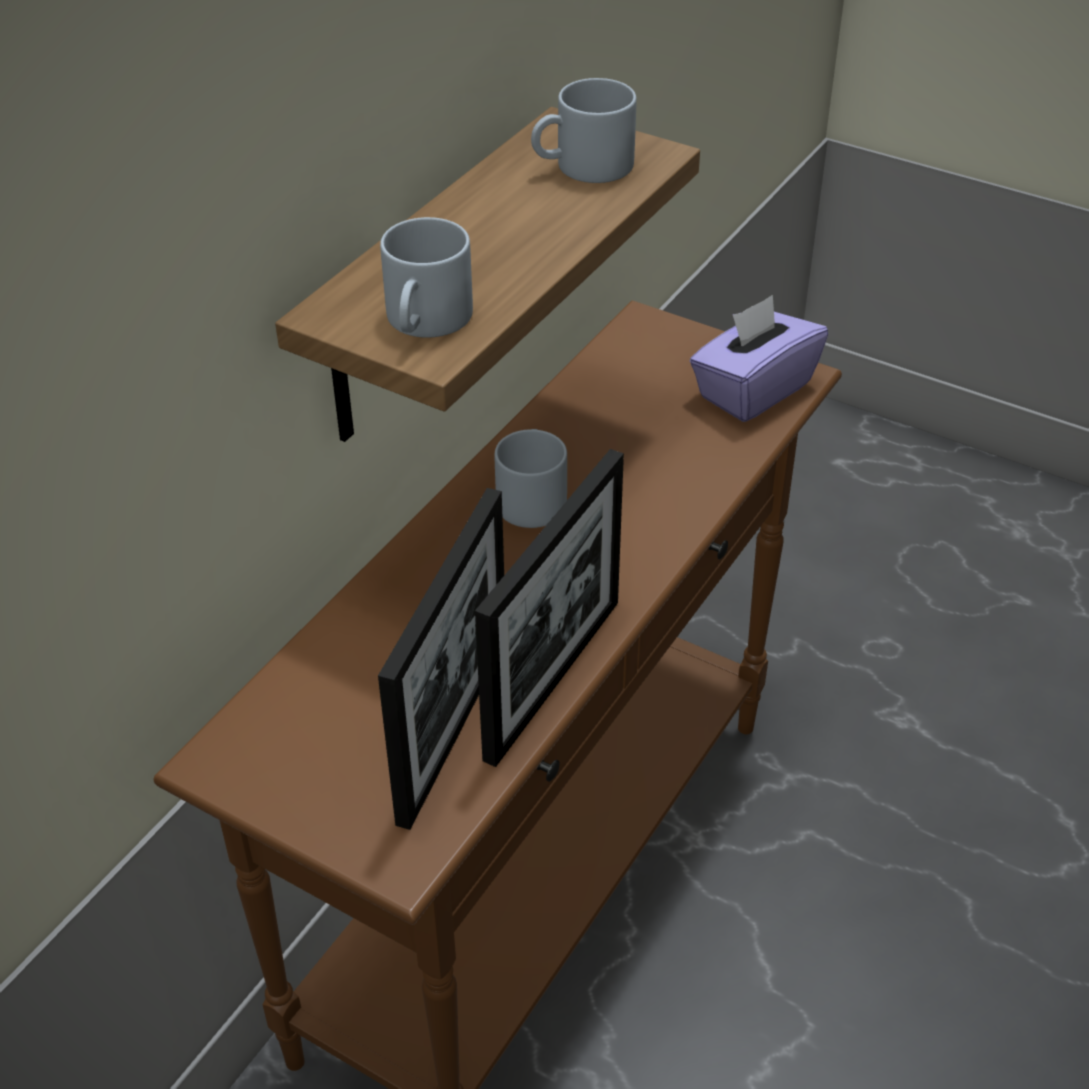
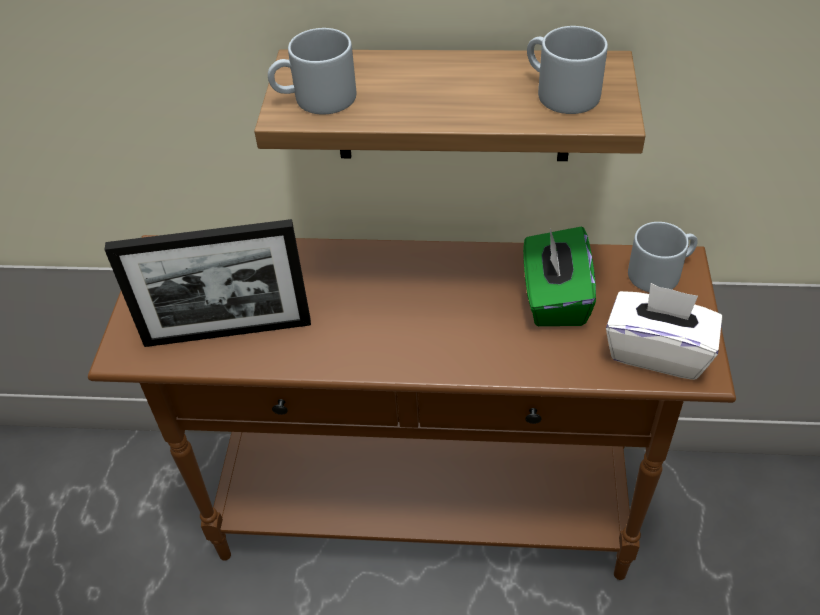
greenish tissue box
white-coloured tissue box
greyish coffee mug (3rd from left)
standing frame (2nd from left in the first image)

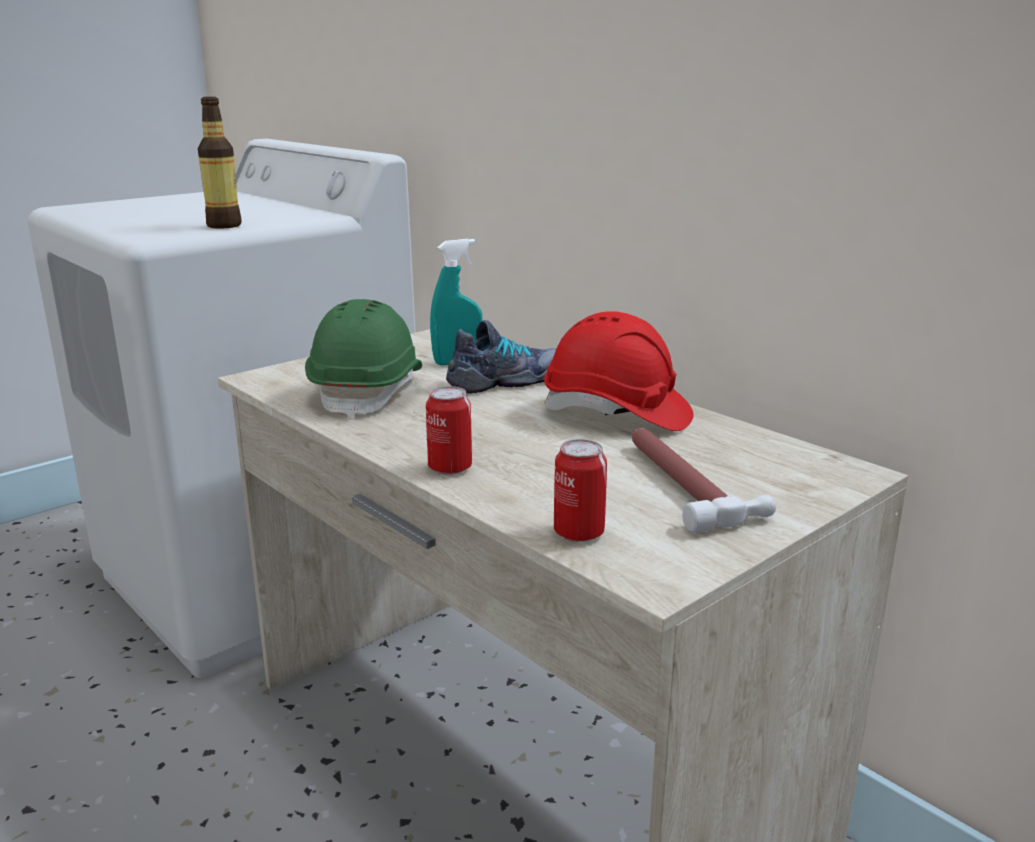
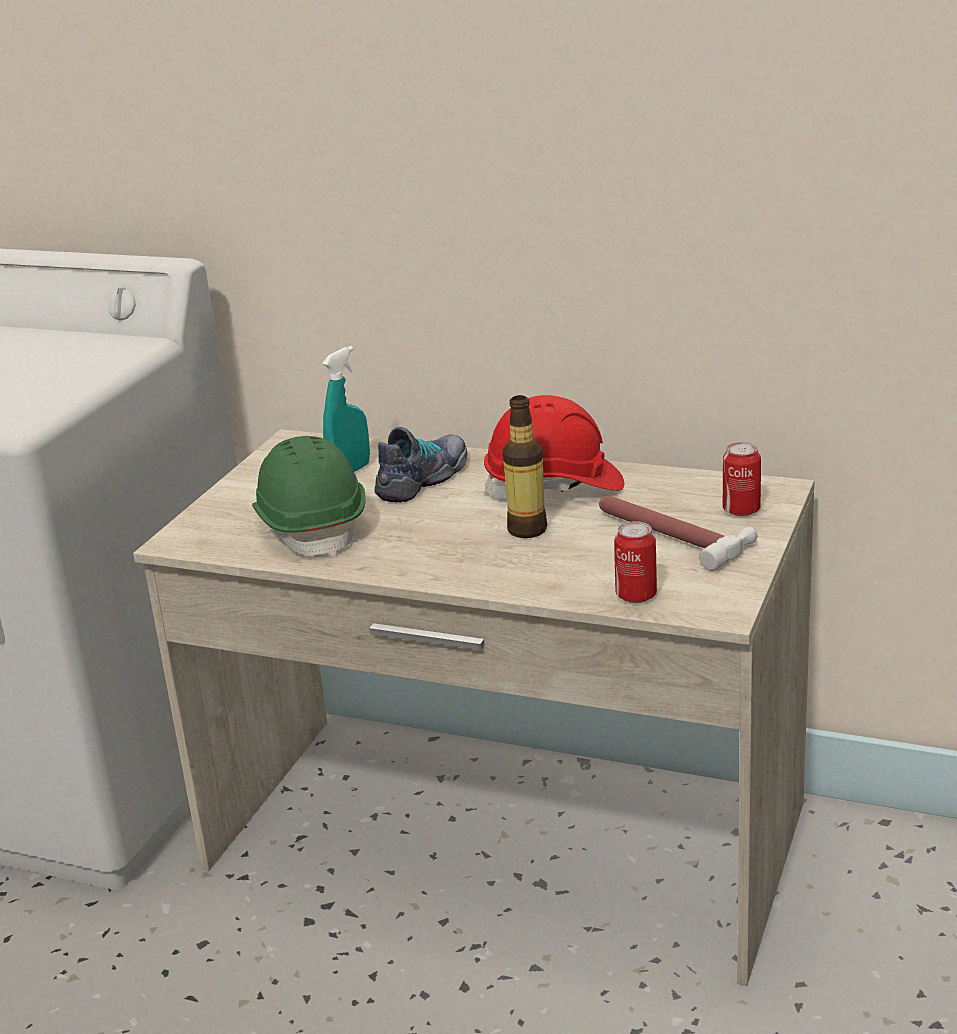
drink bottle
sealed can (2nd from left)

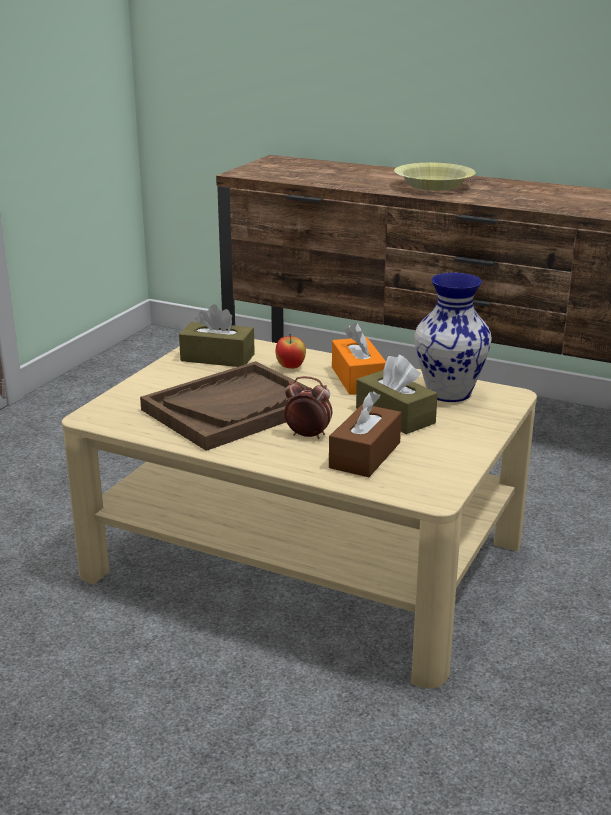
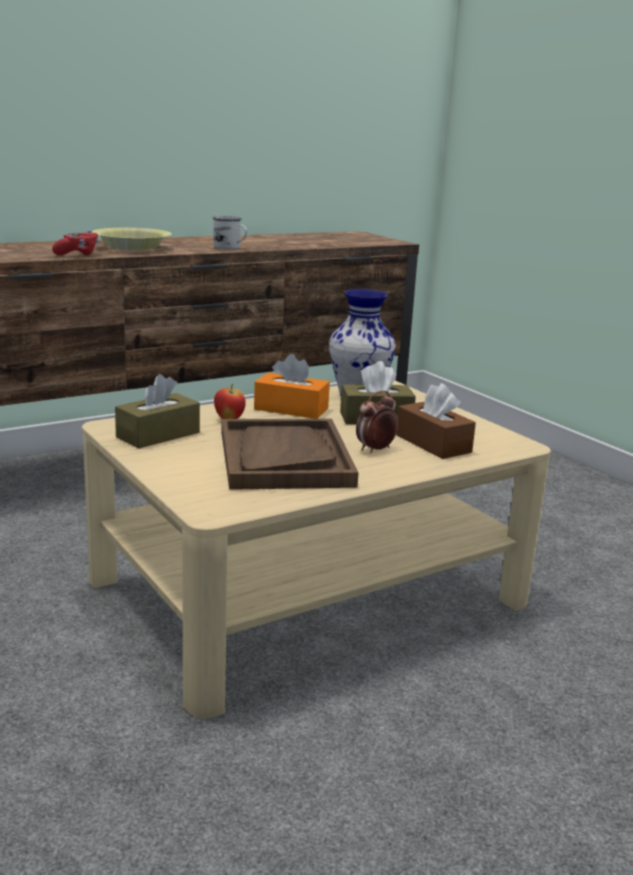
red game controller
white-coloured coffee mug

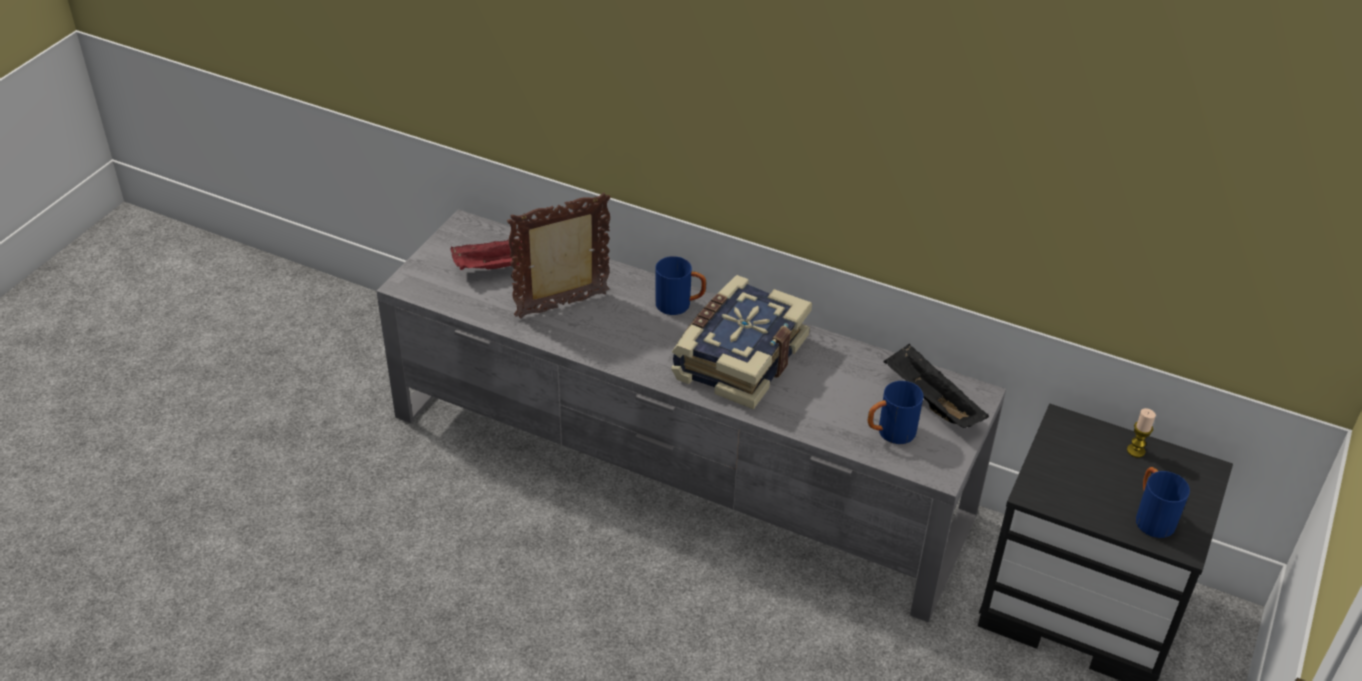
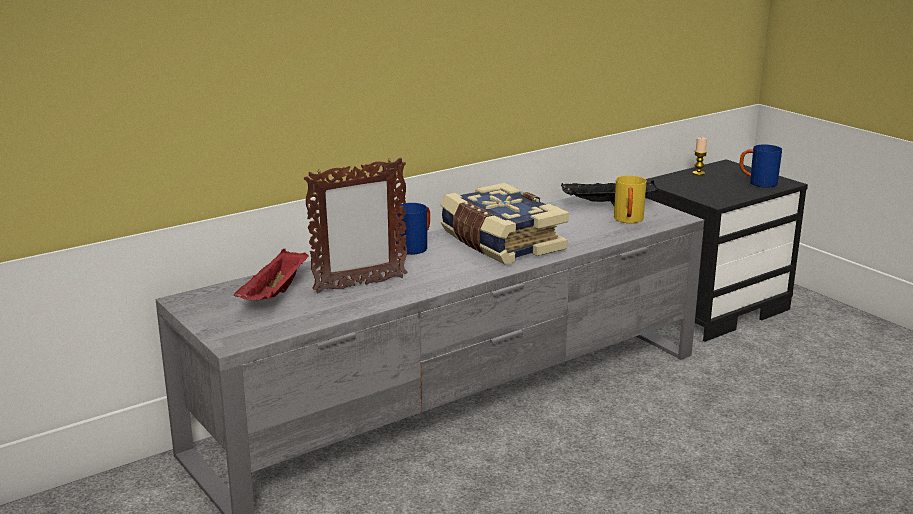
standing frame
yellow coffee mug

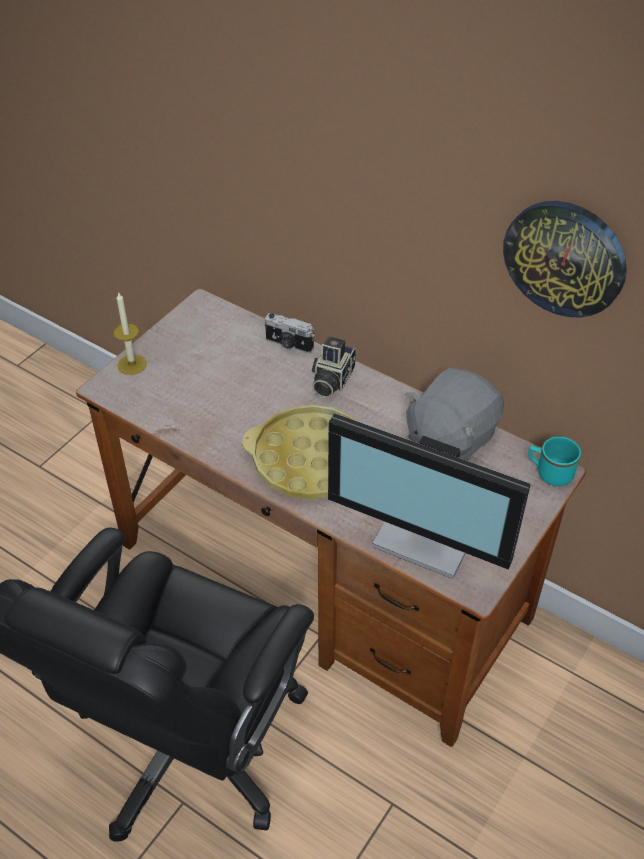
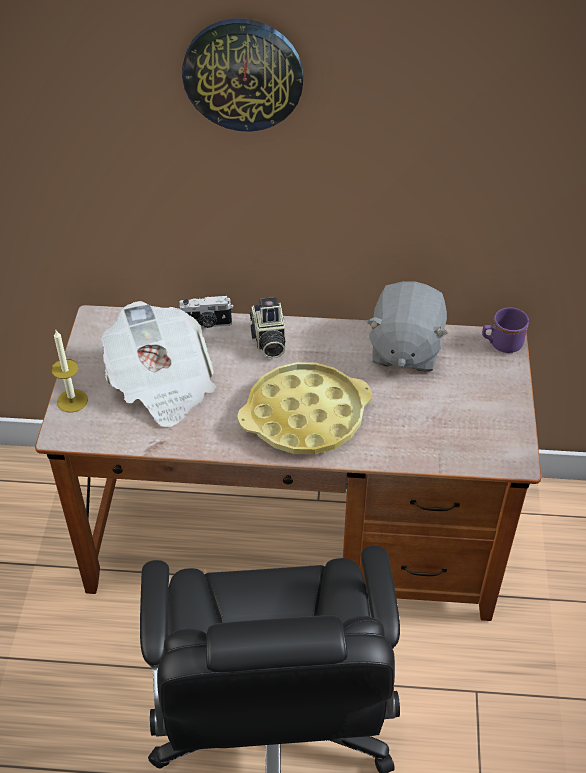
printed paper
hanging clock
purplish coffee mug
computer screen

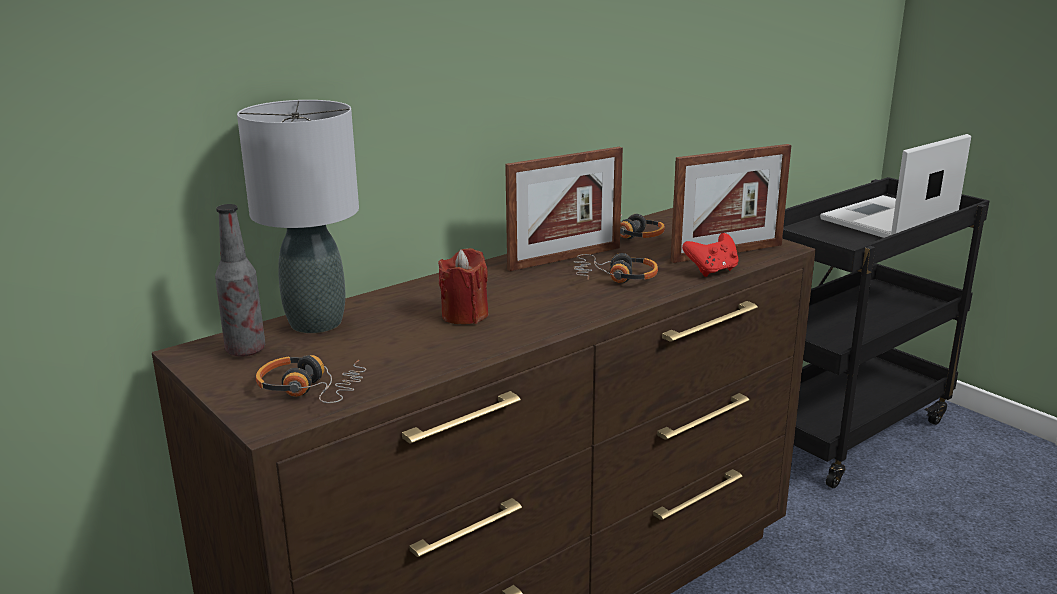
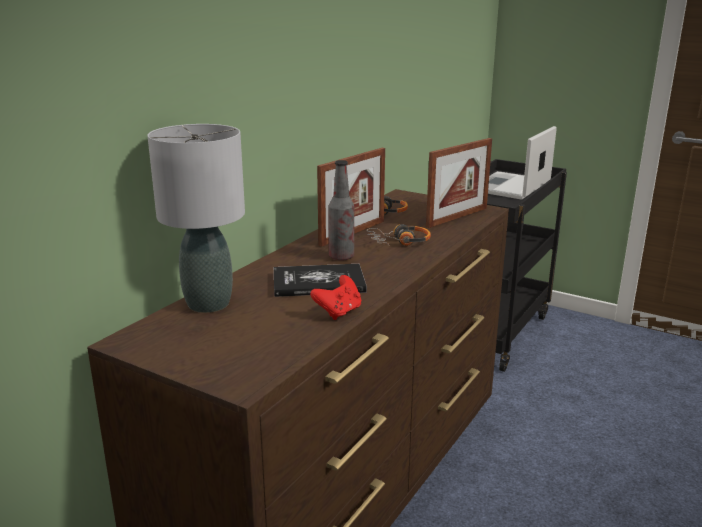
volume
red game controller
drink bottle
headphones (1st from left in the first image)

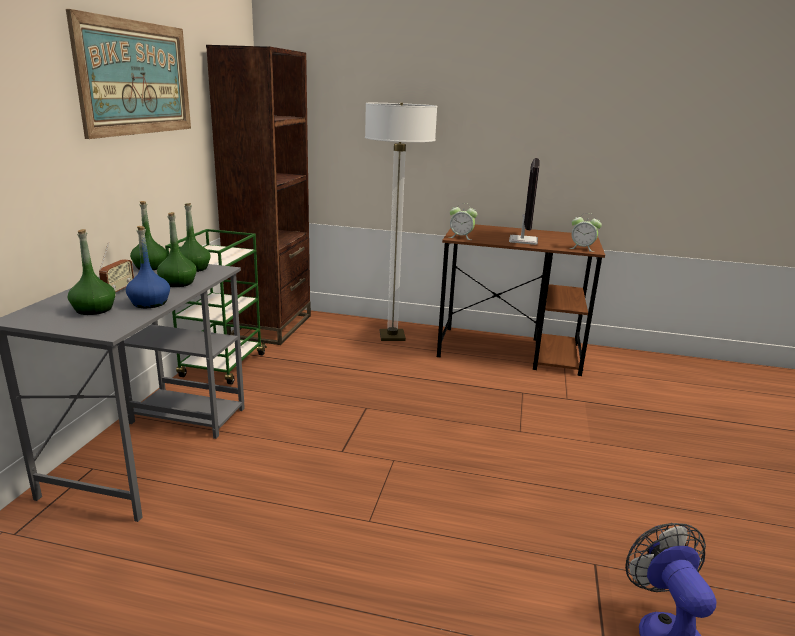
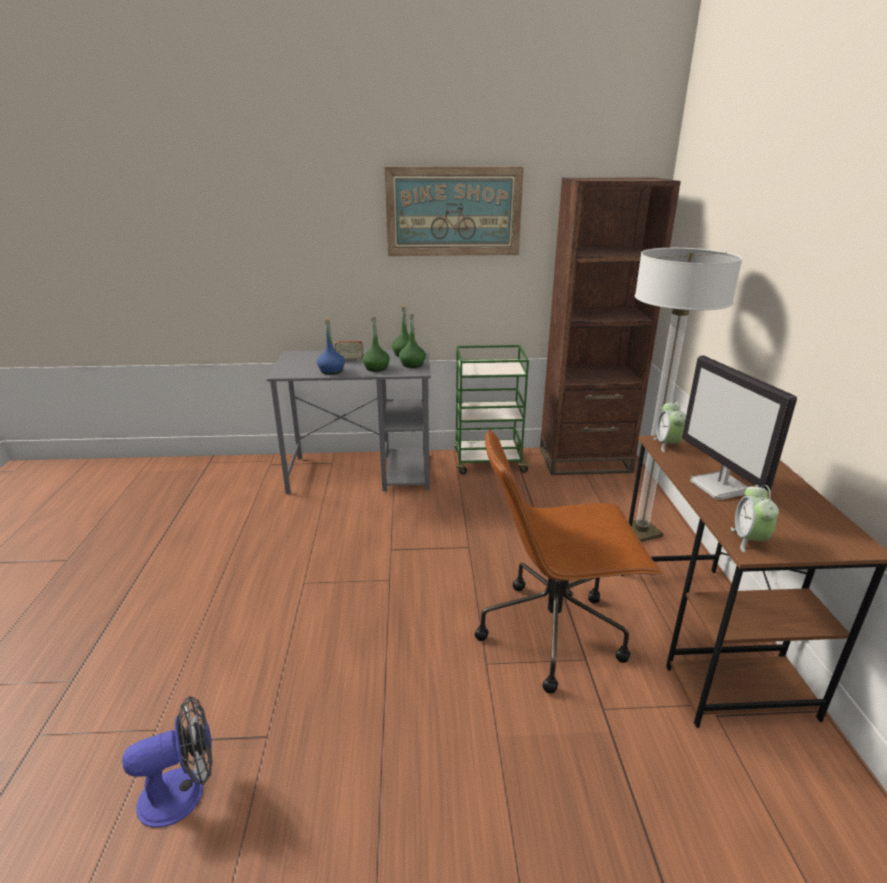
brown computer chair
computer screen
greenish drink bottle (1st from left in the first image)

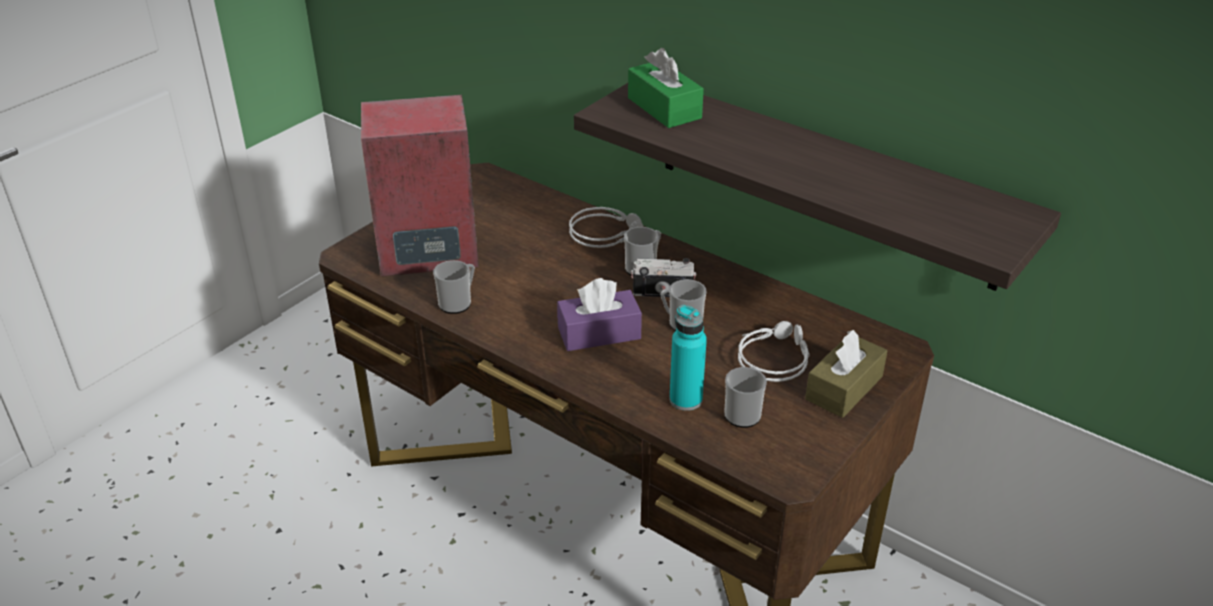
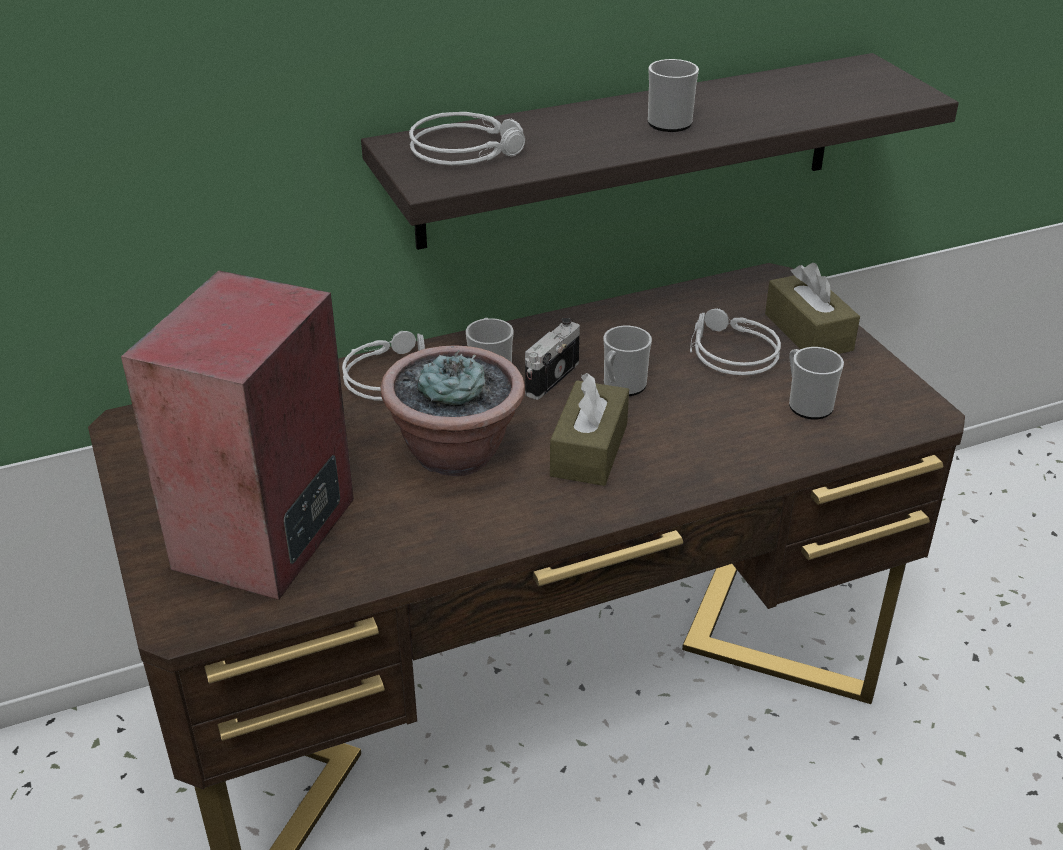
potted plant
greyish headphones (2nd from left)
brown tissue box (1st from left)
coffee mug (3rd from left)
turquoise-coloured drink bottle

